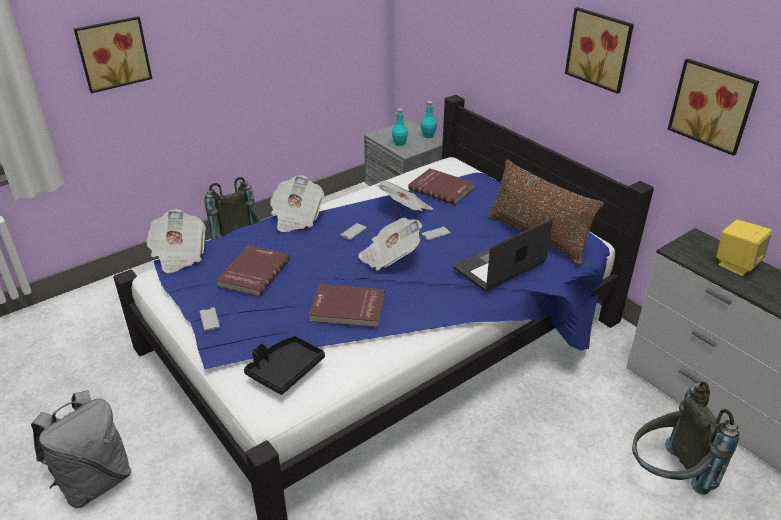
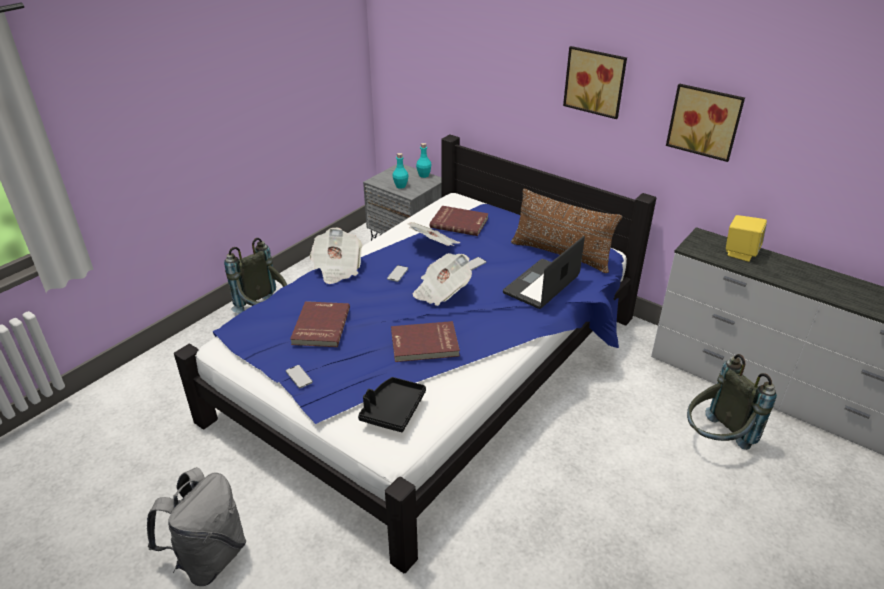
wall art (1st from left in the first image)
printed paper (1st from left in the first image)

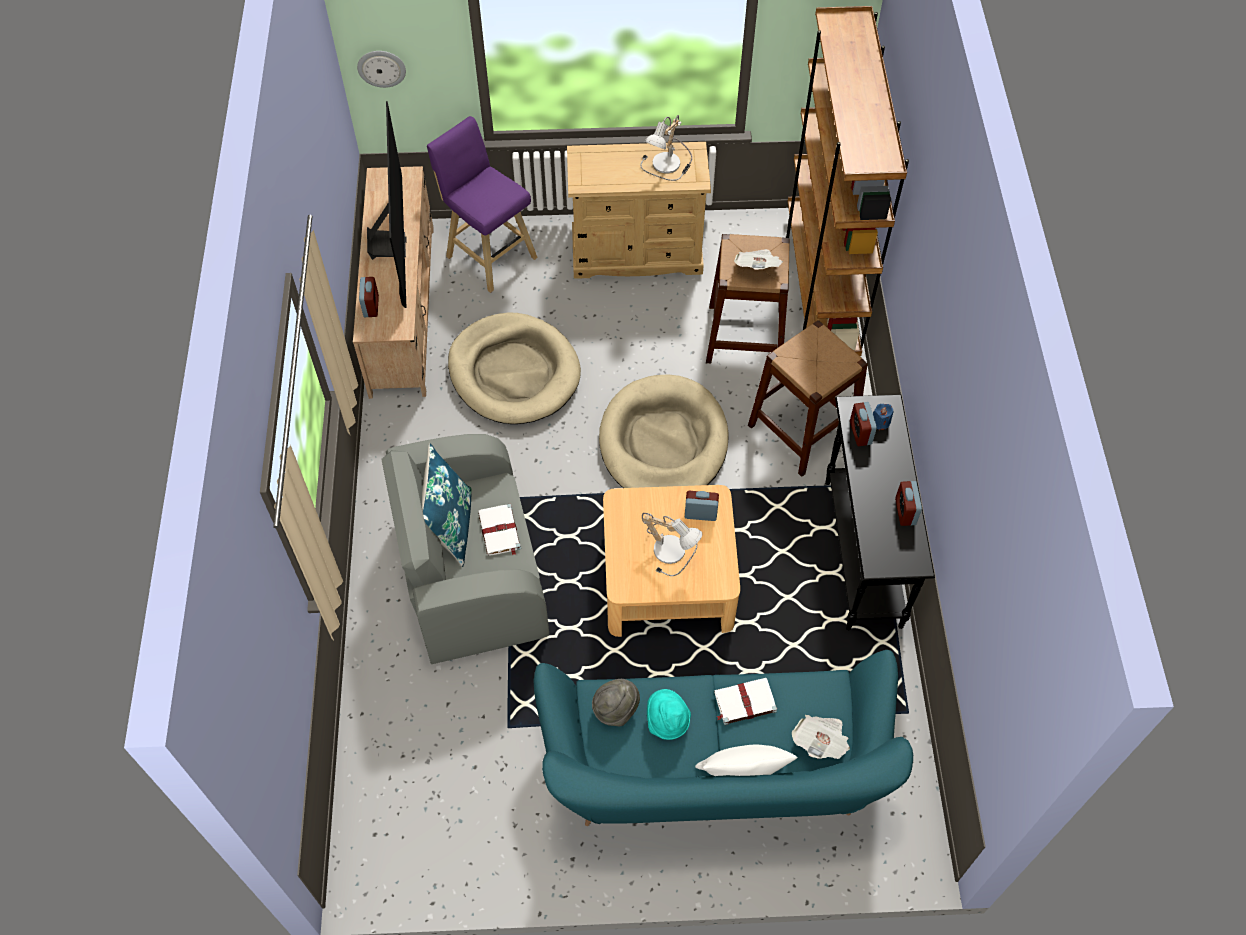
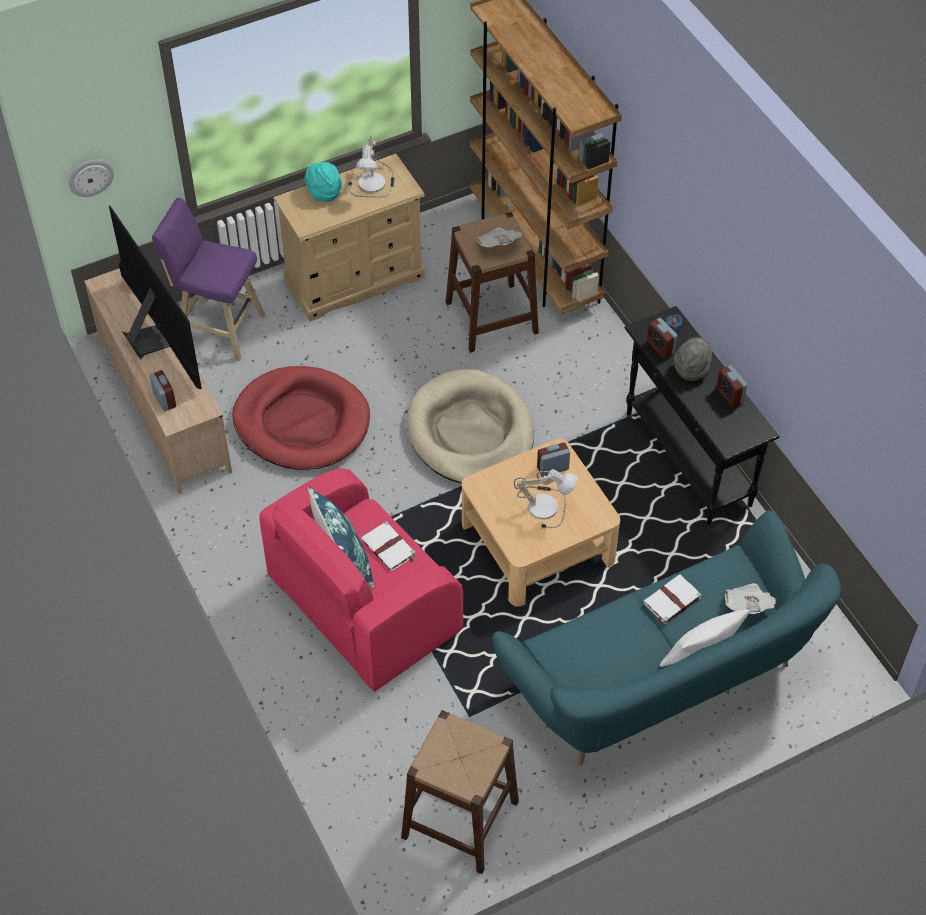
red pet bed
pink easy chair
turquoise-coloured wearable hat
brown sitting stool (1st from left)
greyish wearable hat

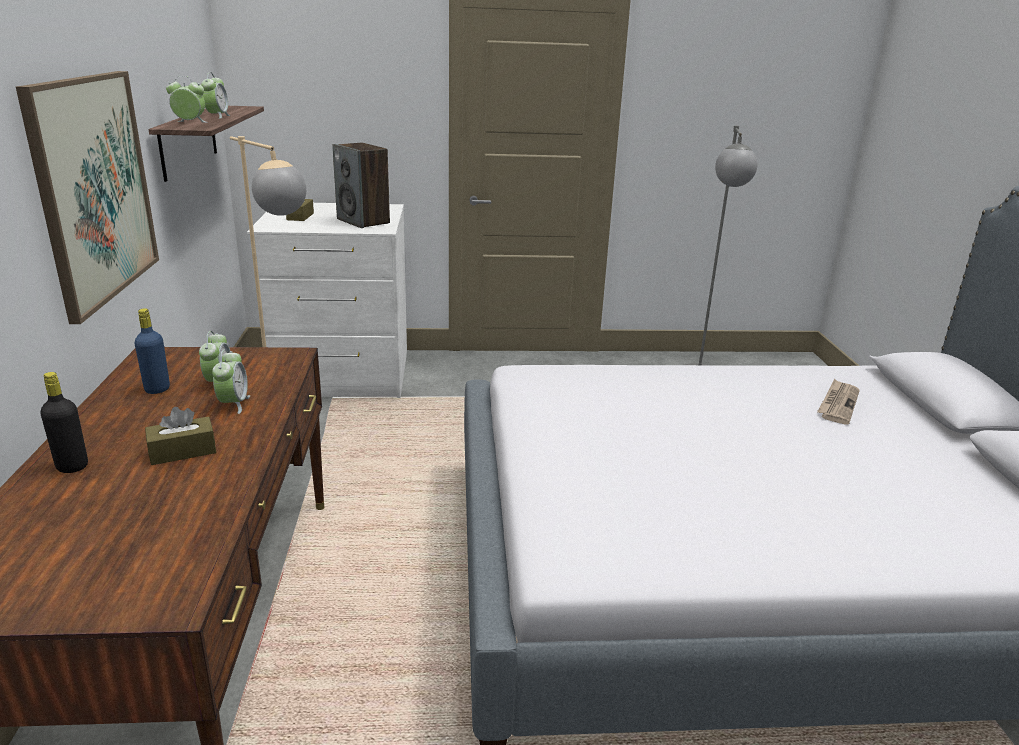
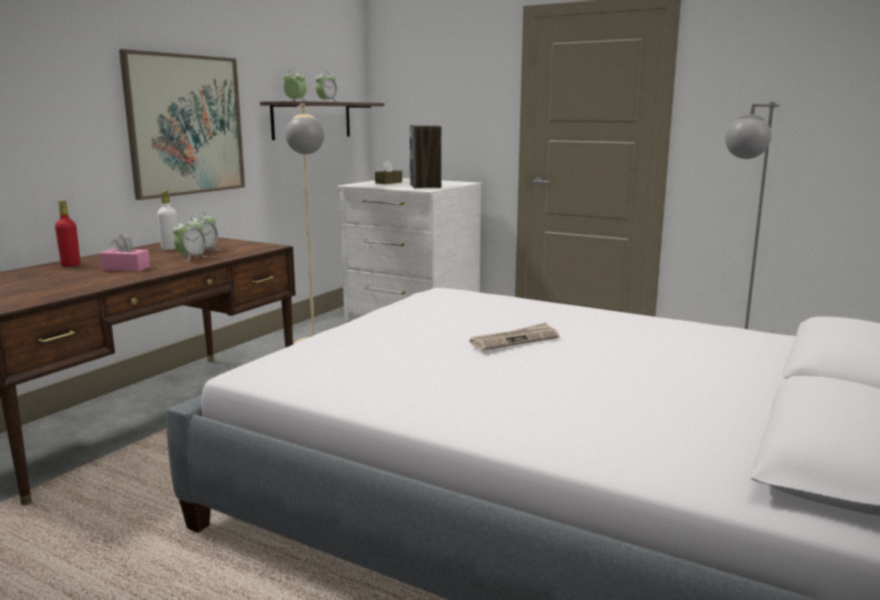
red drink bottle
pink tissue box
white-coloured drink bottle
printed paper

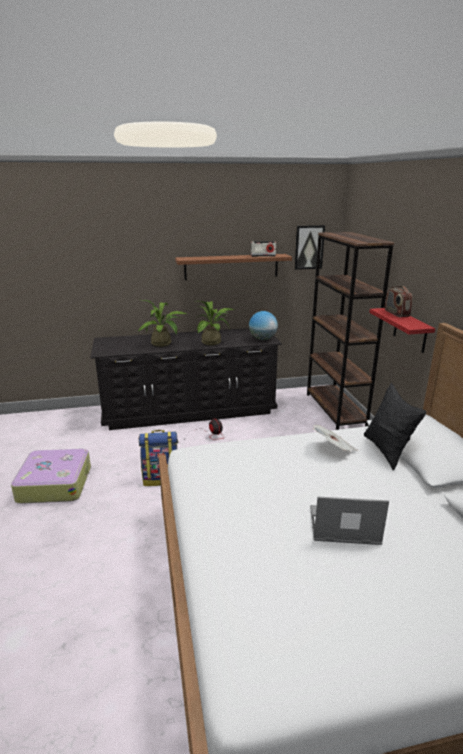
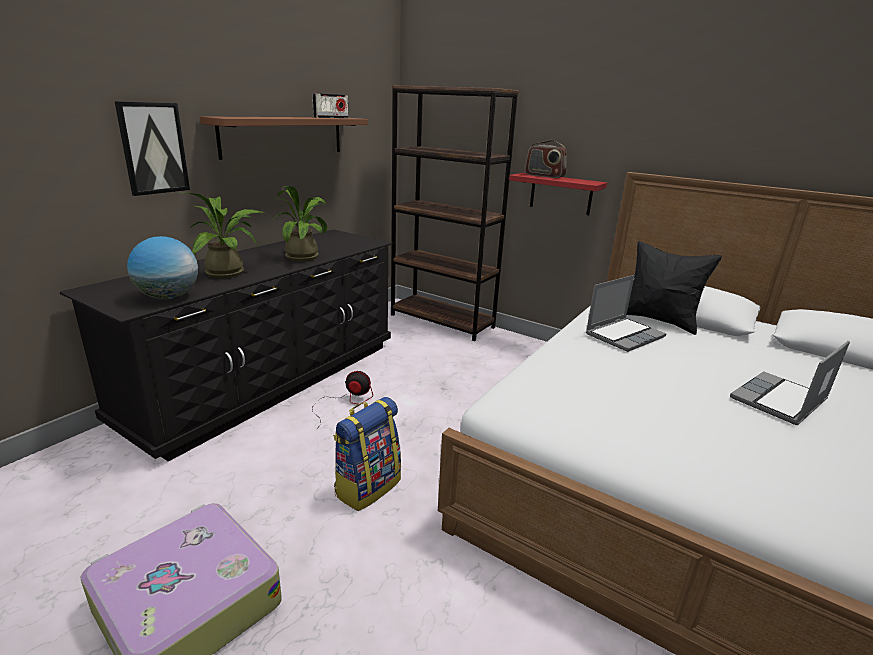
wall art
globe
portable computer (1st from left)

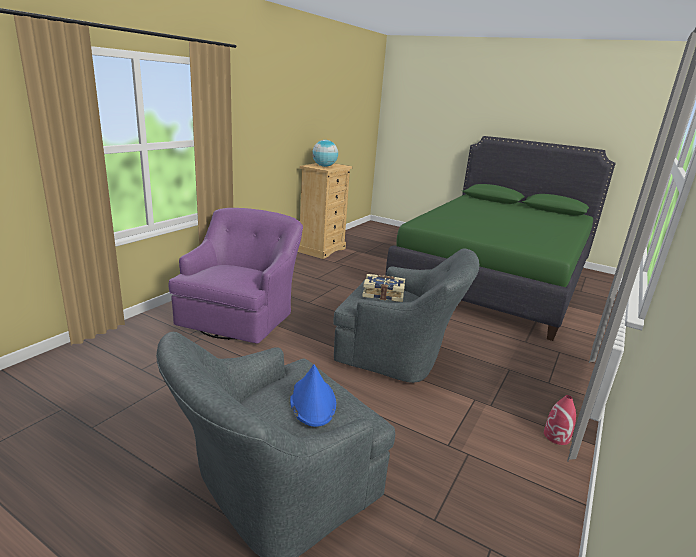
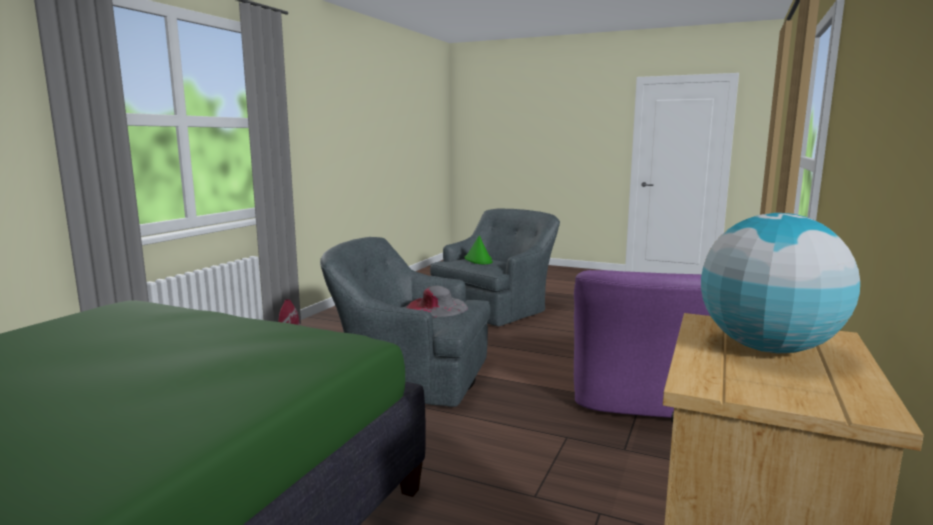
greyish wearable hat
greenish wearable hat

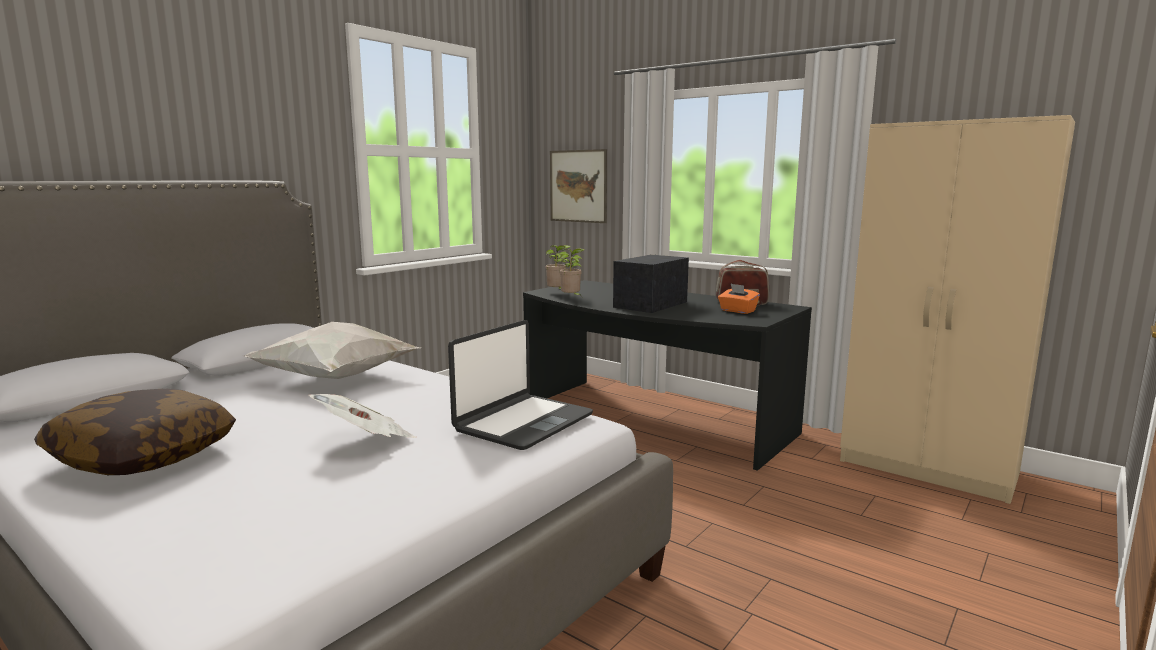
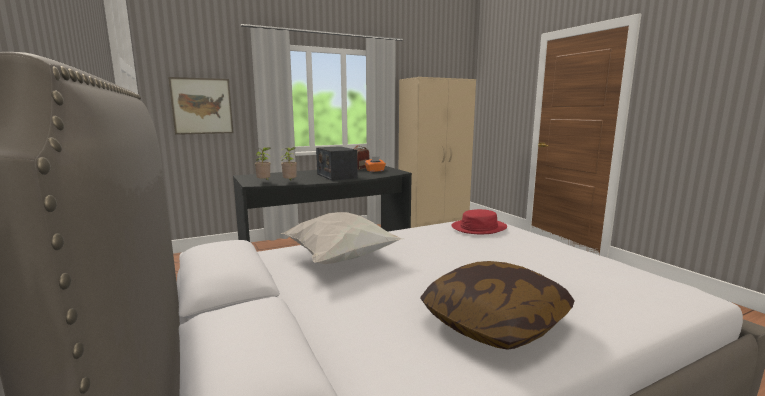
red wearable hat
printed paper

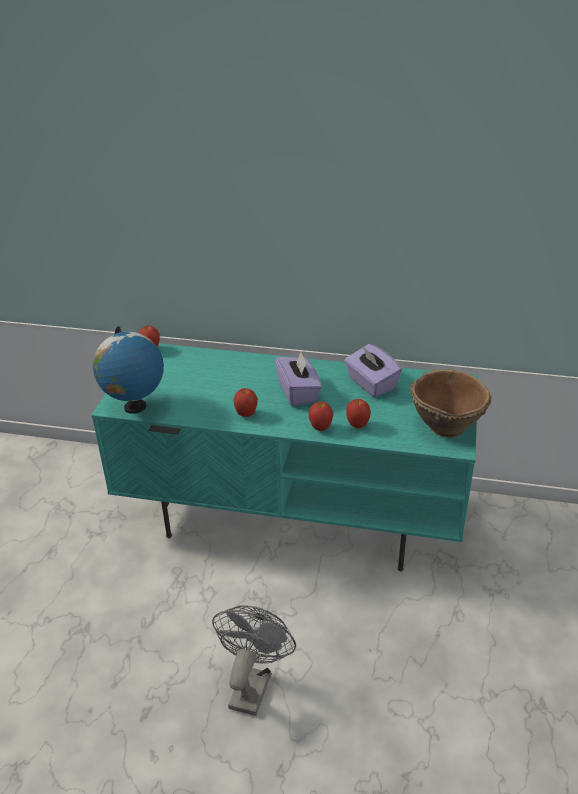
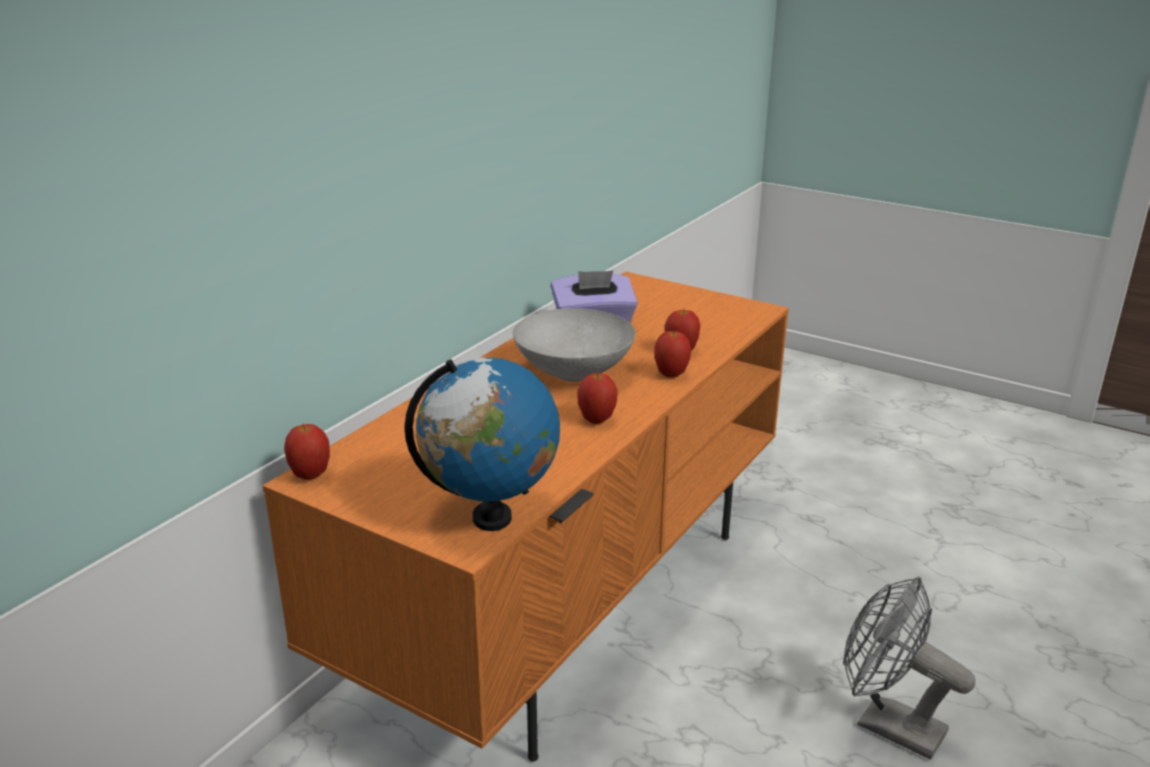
orangey tv stand
greyish deep dish
brown deep dish

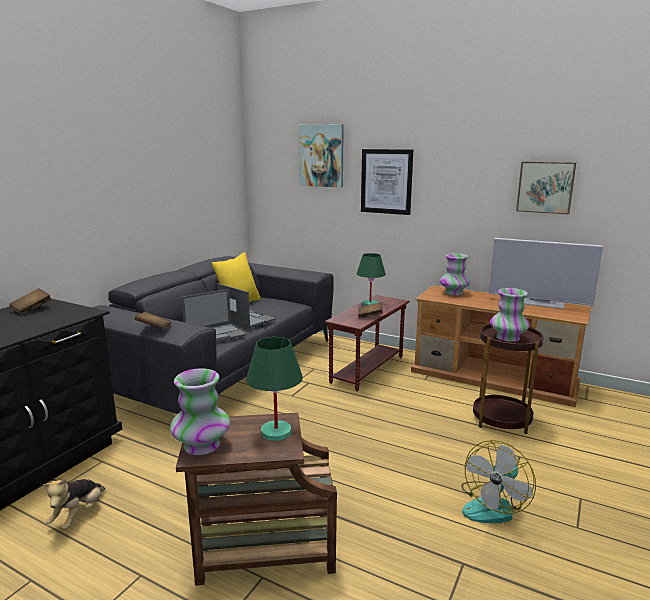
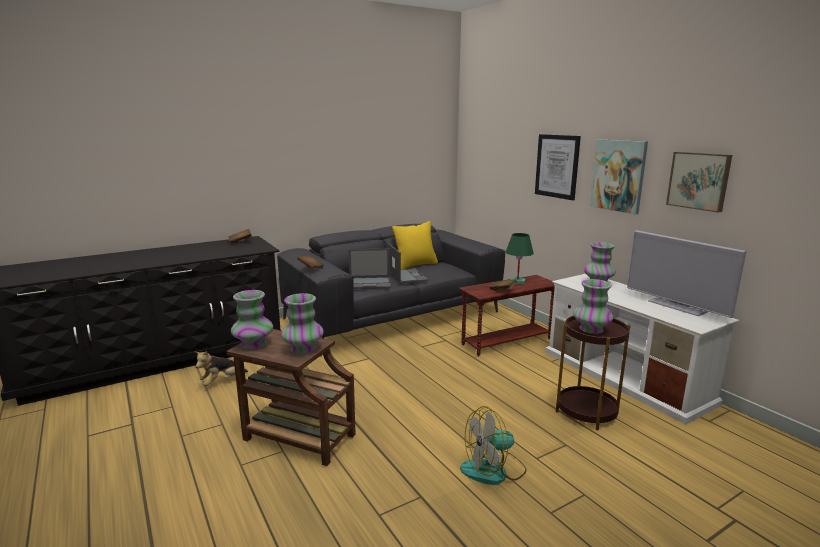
flower vase (2nd from left)
white-coloured tv stand
wall art (2nd from left)

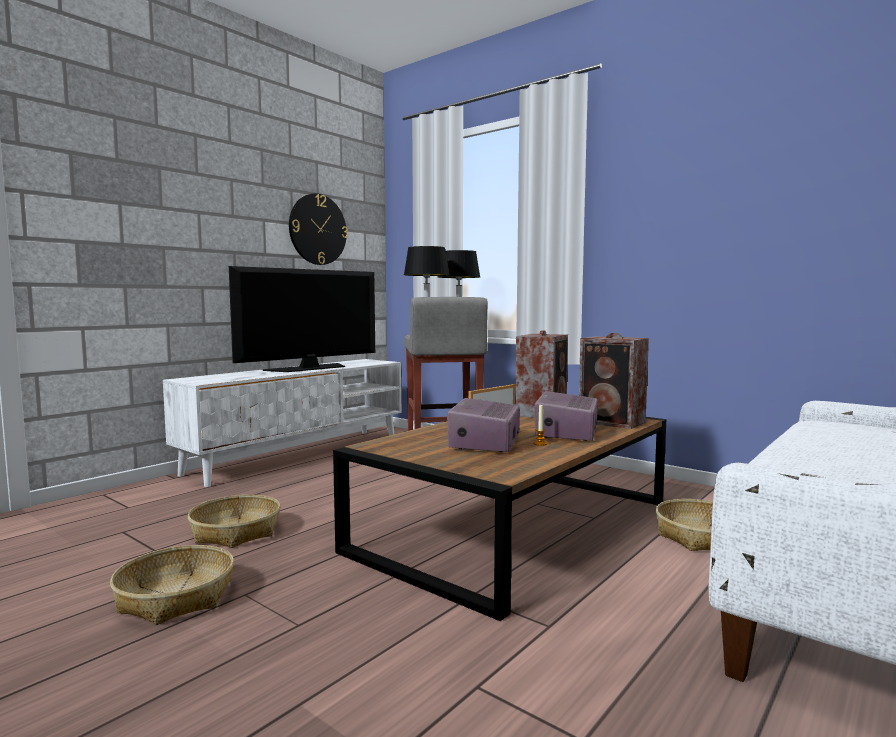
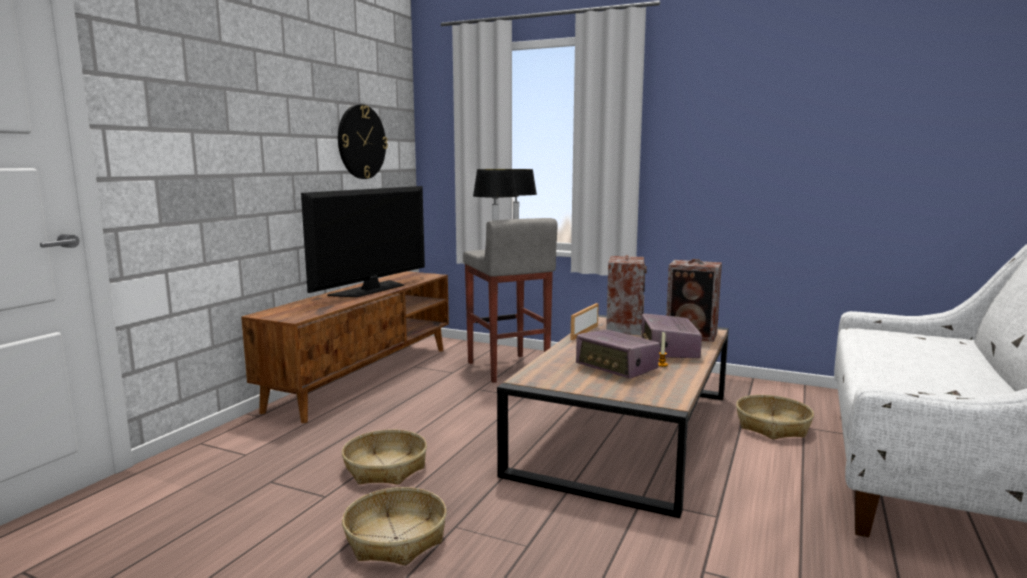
brown tv stand
radio receiver (1st from left)

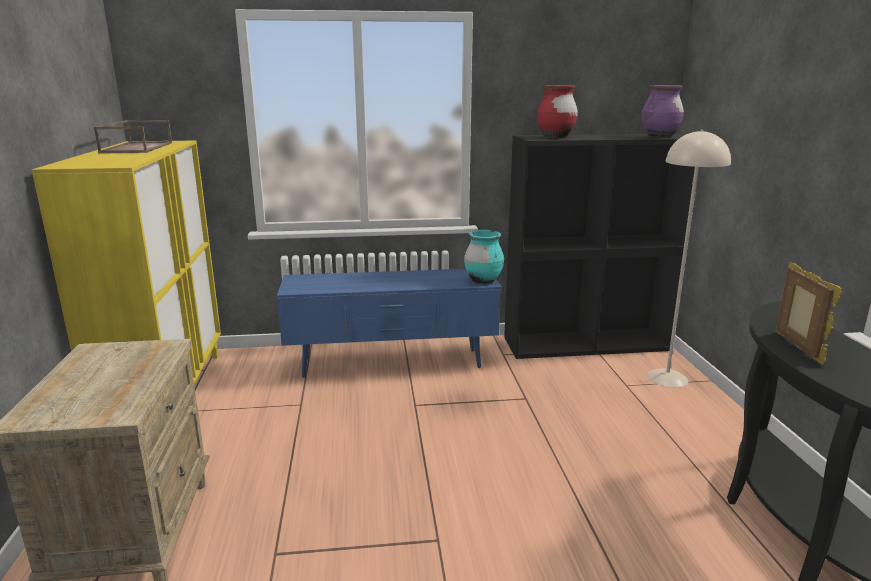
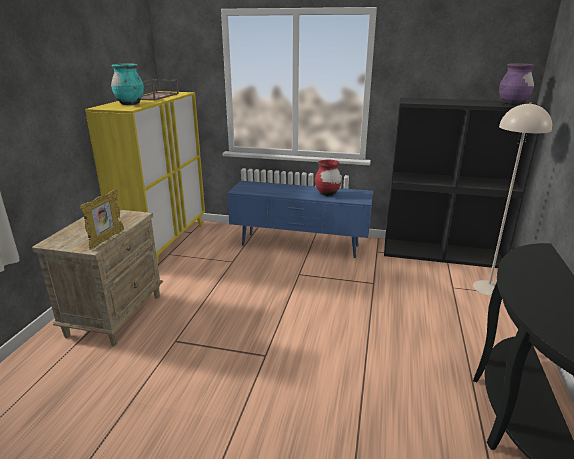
standing frame
turquoise-coloured flower vase
red flower vase

